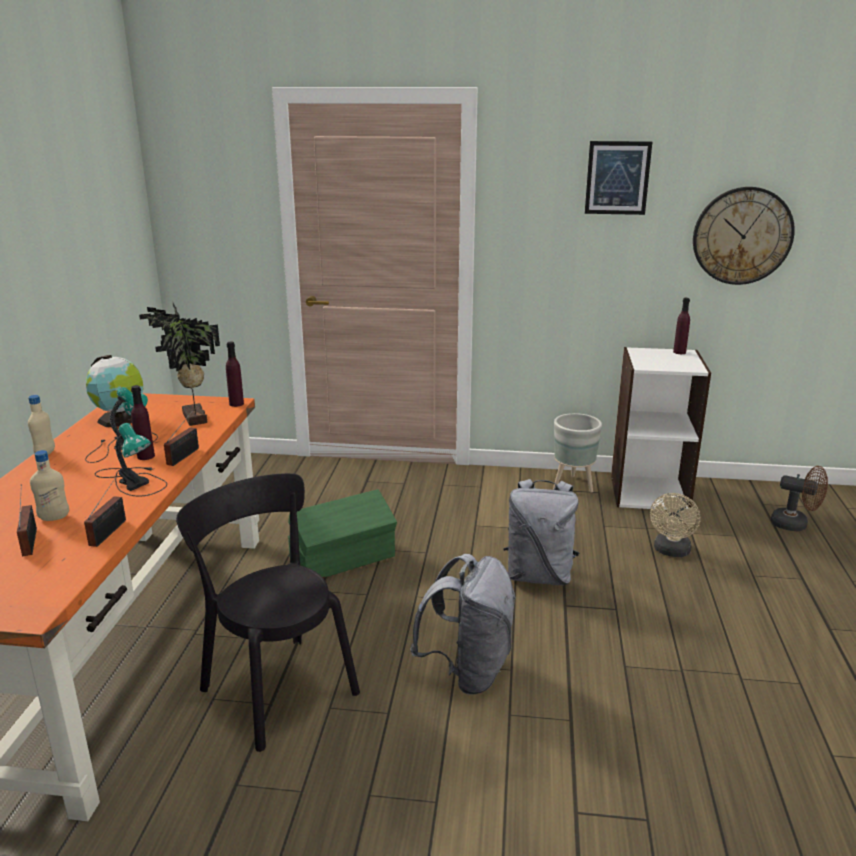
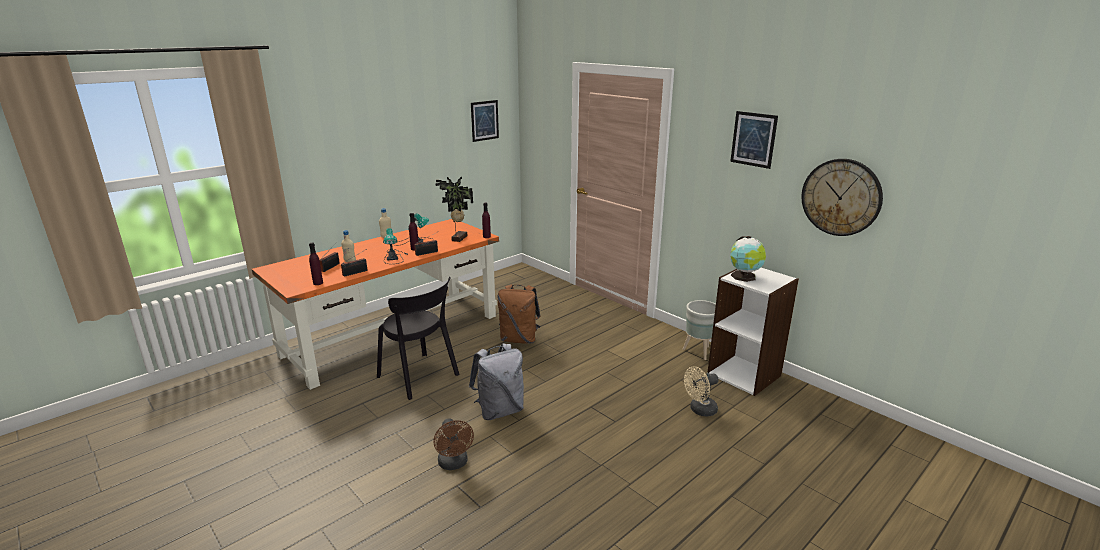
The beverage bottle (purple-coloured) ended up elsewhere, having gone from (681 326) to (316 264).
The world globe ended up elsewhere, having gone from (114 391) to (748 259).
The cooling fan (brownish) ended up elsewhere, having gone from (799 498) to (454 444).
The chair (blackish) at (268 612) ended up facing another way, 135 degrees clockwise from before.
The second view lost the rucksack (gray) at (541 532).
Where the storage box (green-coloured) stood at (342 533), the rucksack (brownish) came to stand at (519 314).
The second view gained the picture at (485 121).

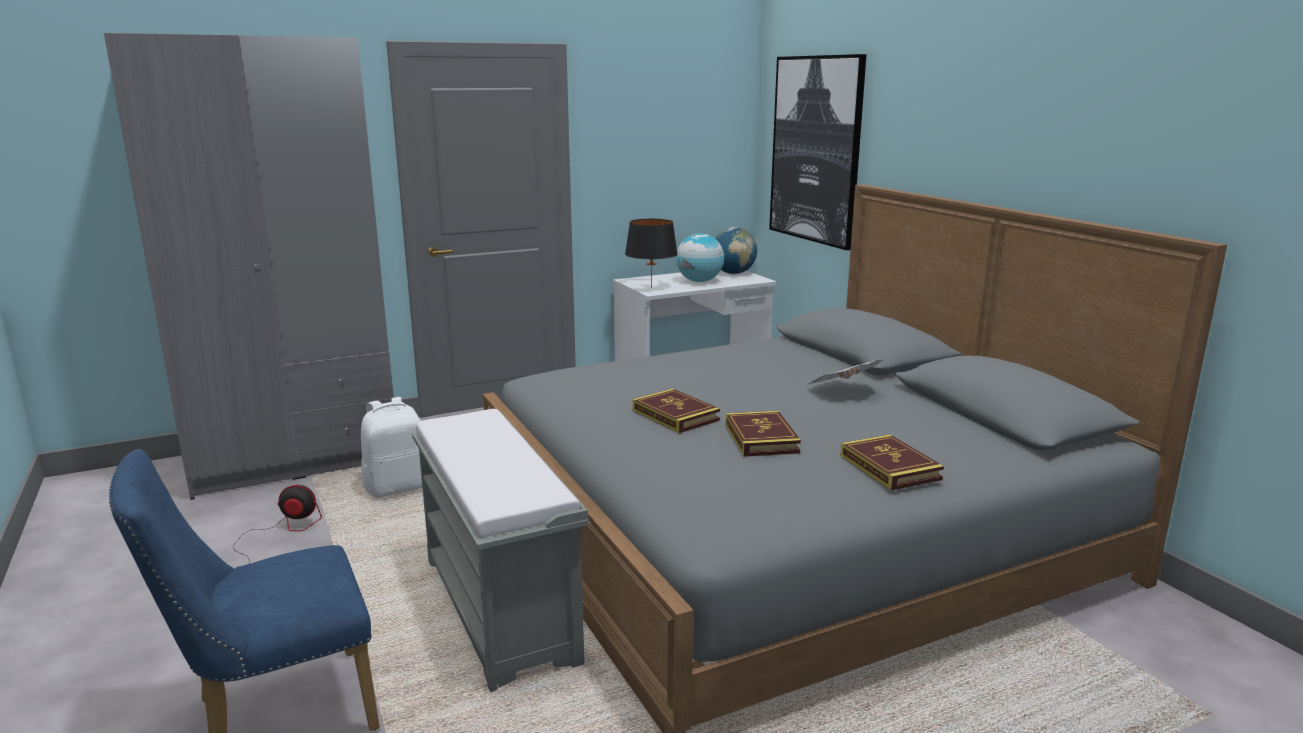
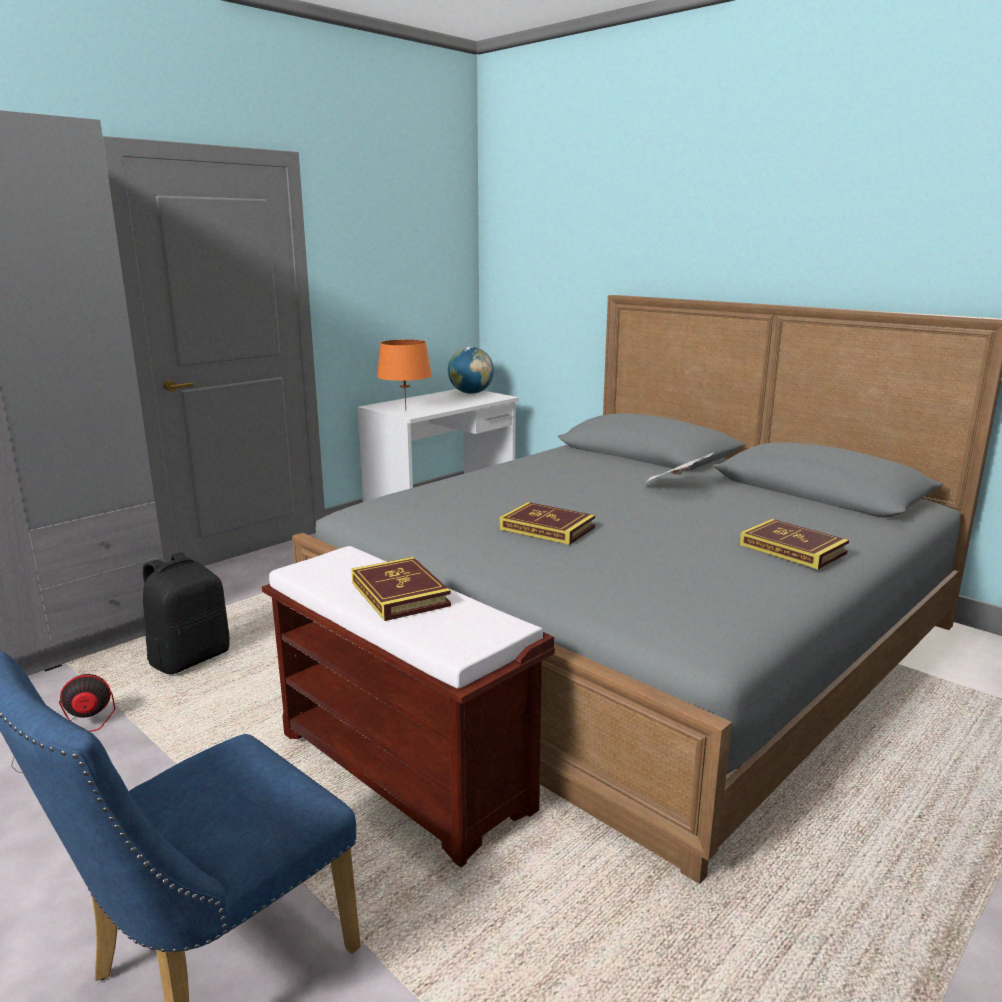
The second view lost the picture at (818 152).
What was the tabletop lamp (blackish) at (651 253) turned into the tabletop lamp (orangey) at (404 376).
The second view lost the world globe at (700 257).
What was the rucksack (white-coloured) at (391 447) turned into the rucksack (blackish) at (186 613).
What was the bench (gray) at (500 550) turned into the bench (brownish) at (408 706).
The bound book ended up elsewhere, having gone from (763 434) to (401 589).

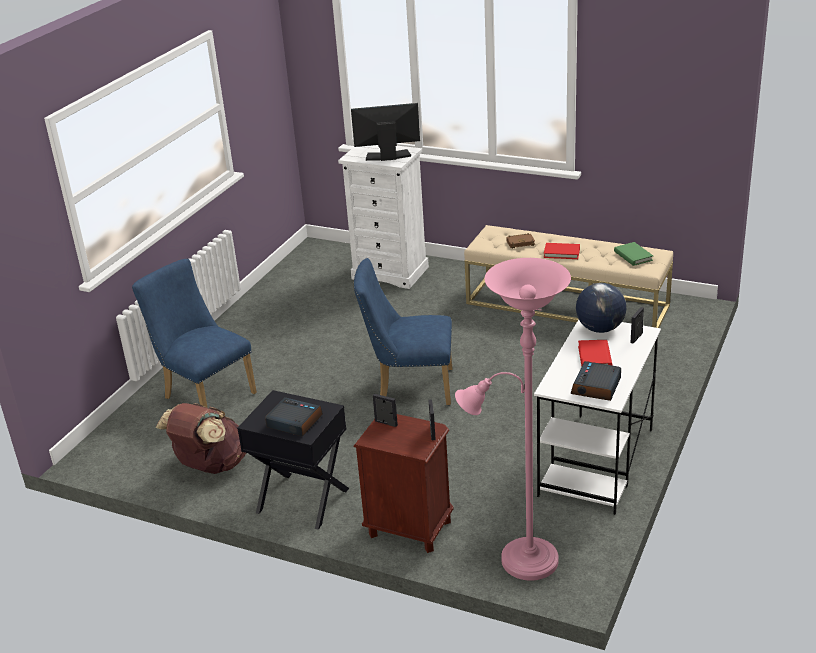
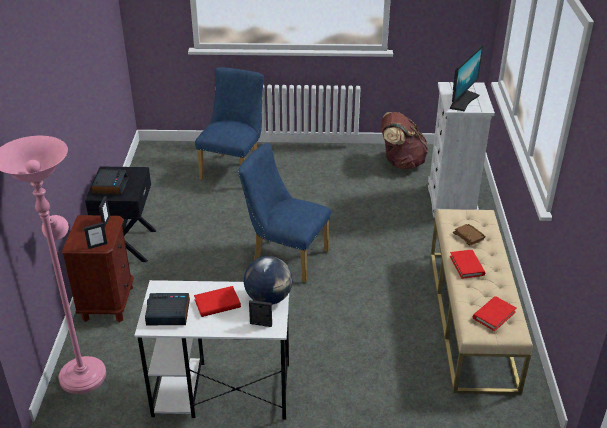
The monitor at (385 132) ended up facing another way, 60 degrees clockwise from before.
What was the bound book (green-coloured) at (633 254) turned into the bound book (red) at (495 313).
The chair (blue-coloured) at (403 331) ended up facing another way, 45 degrees counterclockwise from before.
The rucksack (brownish) ended up elsewhere, having gone from (201 438) to (404 140).

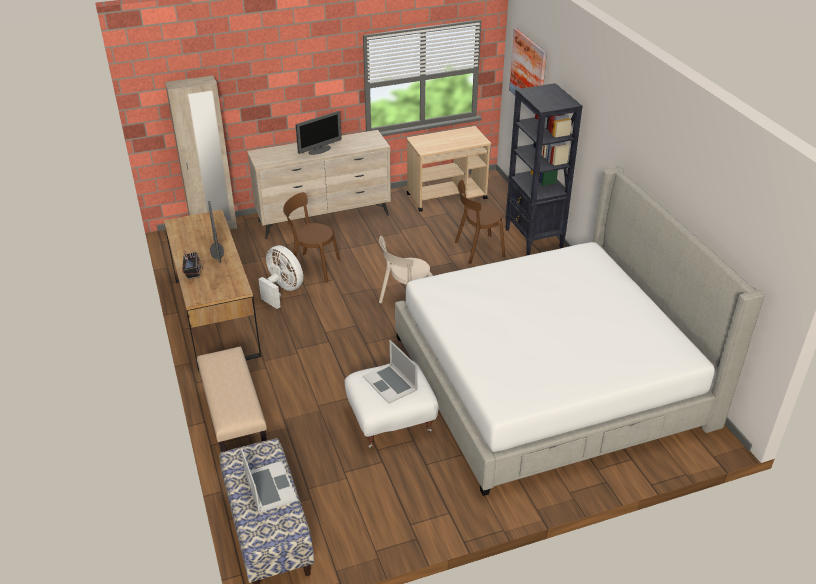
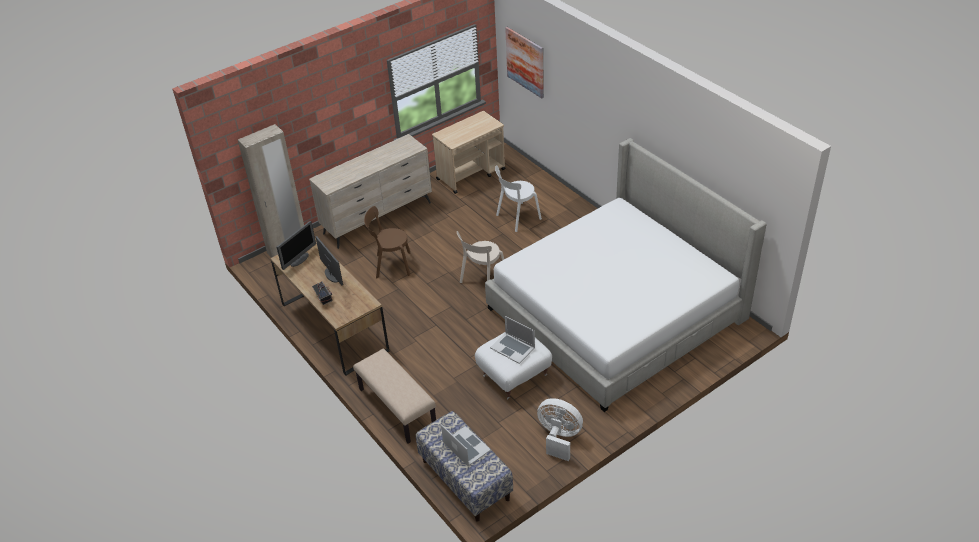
The second view lost the bookshelf (blackish) at (544 169).
The monitor ended up elsewhere, having gone from (319 133) to (296 245).
What was the chair (brownish) at (480 222) turned into the chair (white-coloured) at (518 198).
The cooling fan (white-coloured) ended up elsewhere, having gone from (281 277) to (560 429).

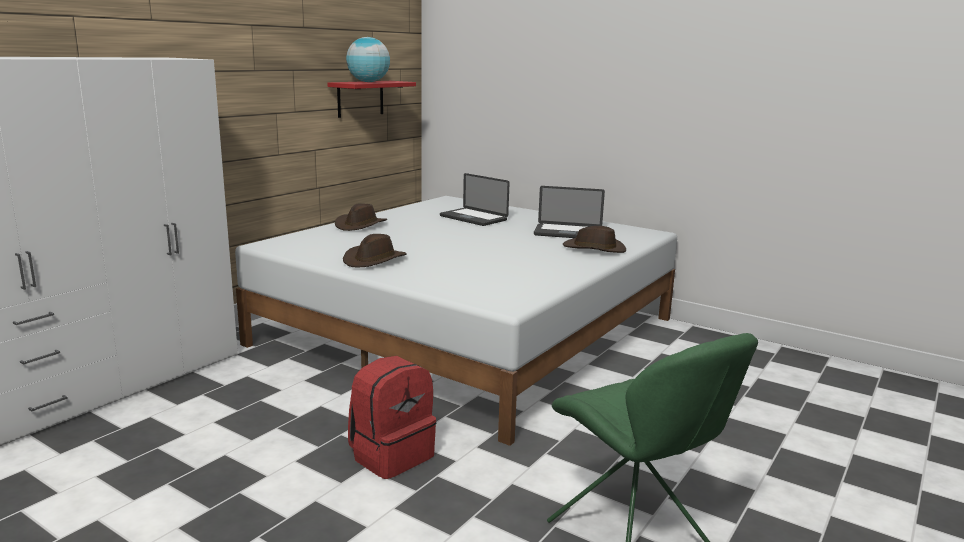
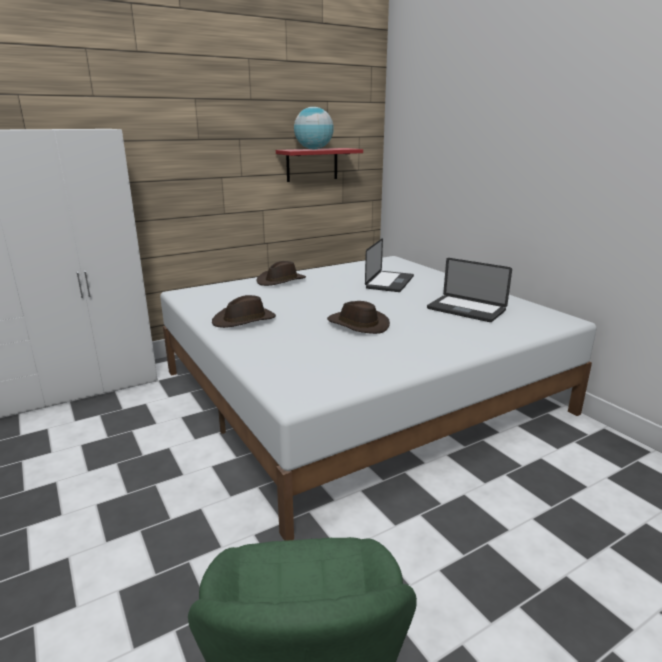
The laptop at (475 199) ended up facing another way, 135 degrees counterclockwise from before.
The hat (brownish) ended up elsewhere, having gone from (594 239) to (358 317).
The second view lost the rucksack (red) at (392 417).

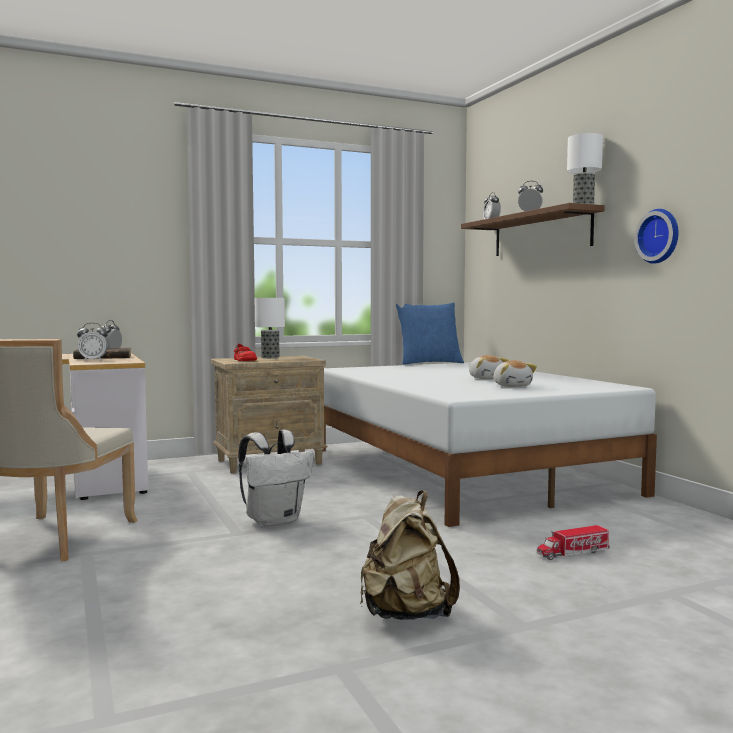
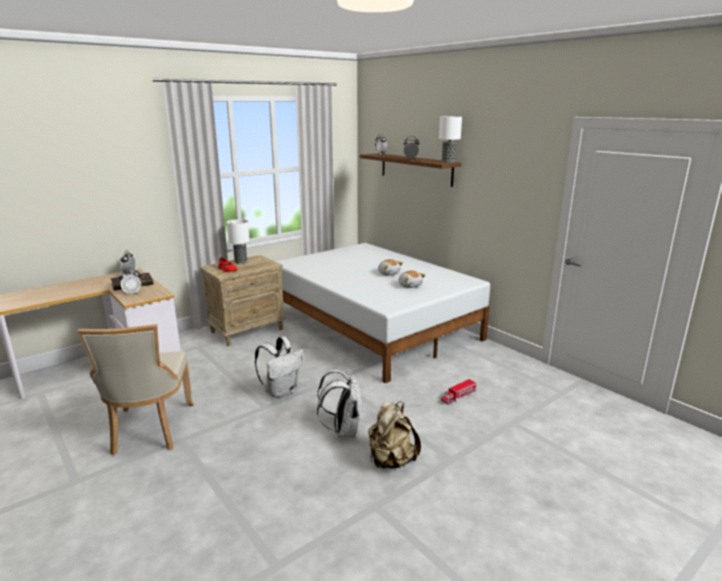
The second view lost the hanging clock at (656 236).
The second view lost the throw pillow (blue-coloured) at (430 333).
The second view gained the rucksack (white-coloured) at (340 403).

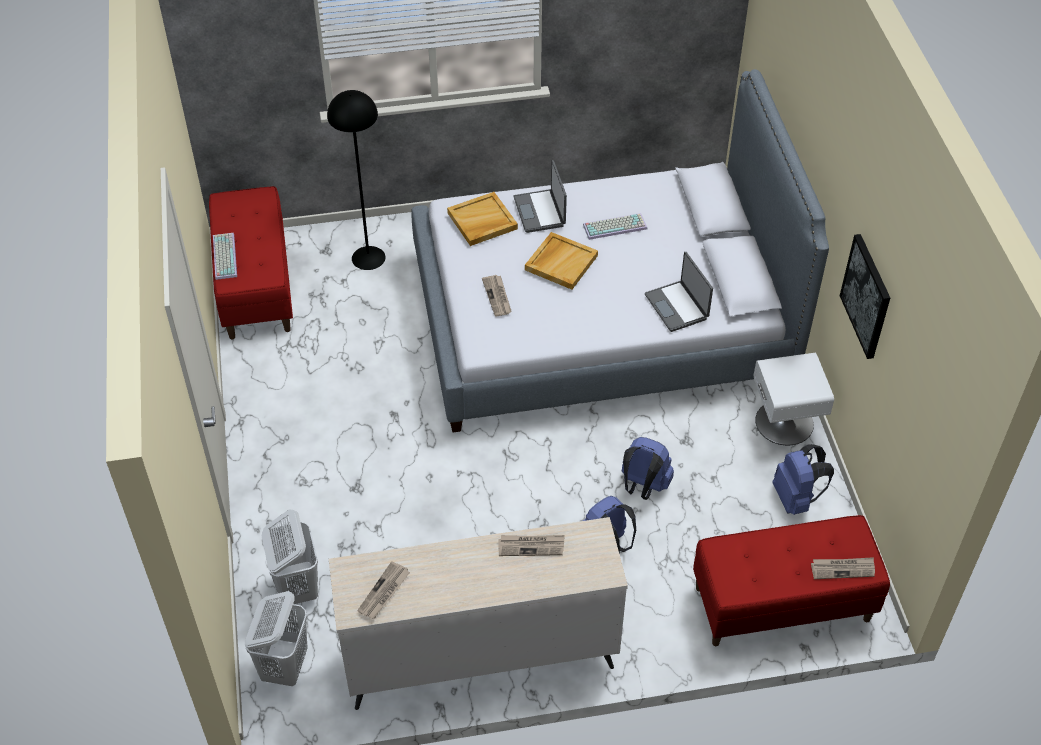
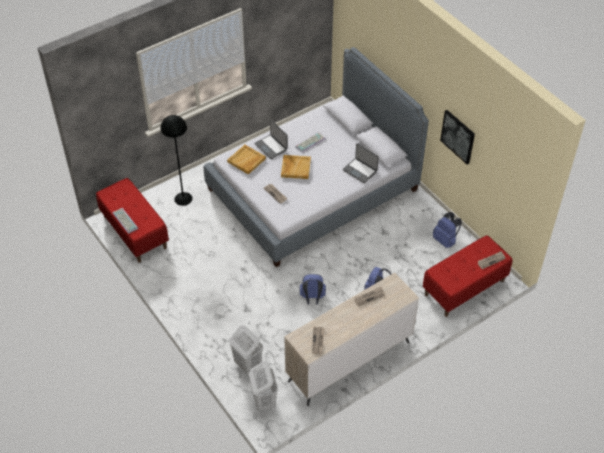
The second view lost the night table (white-coloured) at (794 399).
The rucksack (blue-coloured) ended up elsewhere, having gone from (648 468) to (313 289).

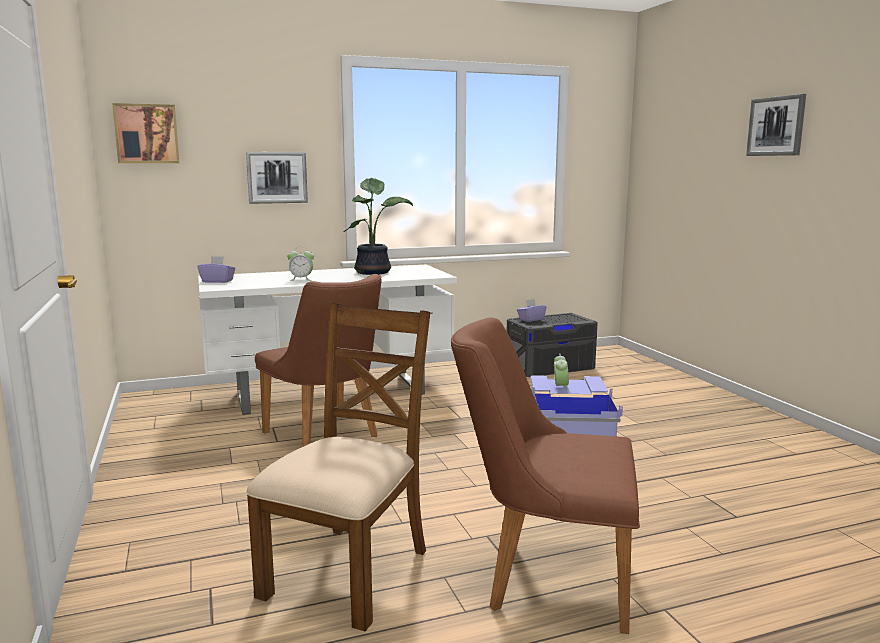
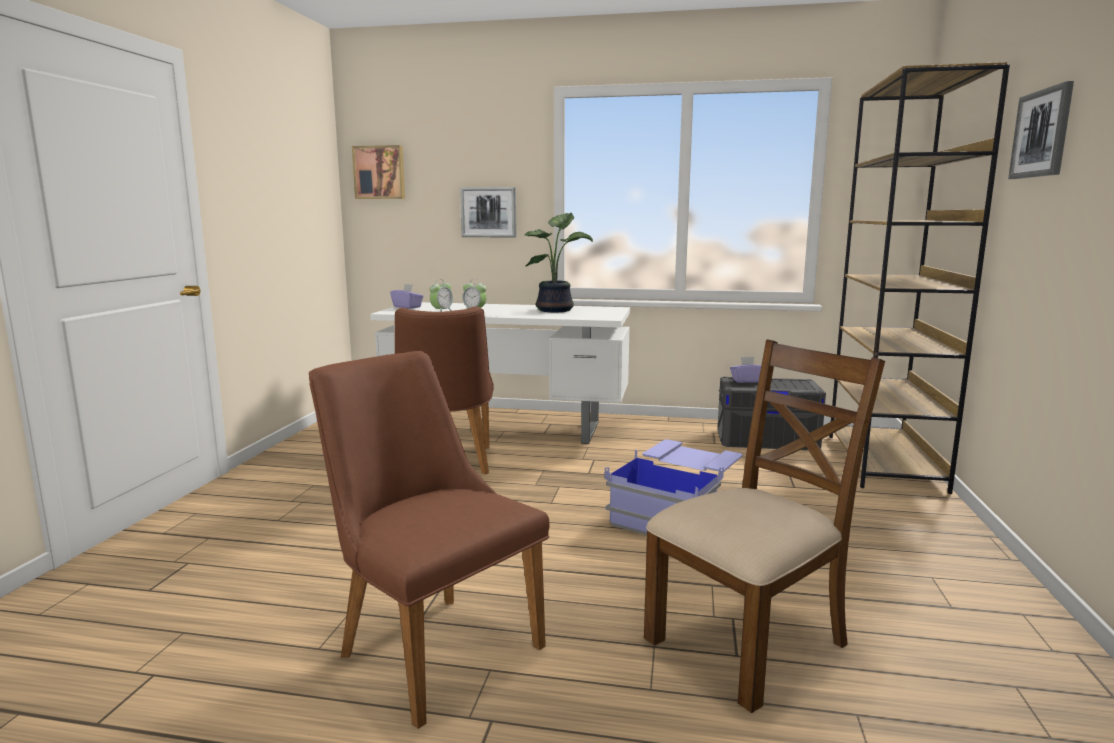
The chair (brownish) ended up elsewhere, having gone from (338 466) to (764 526).
The table clock ended up elsewhere, having gone from (561 372) to (441 295).
The second view gained the bookshelf (brownish) at (919 278).

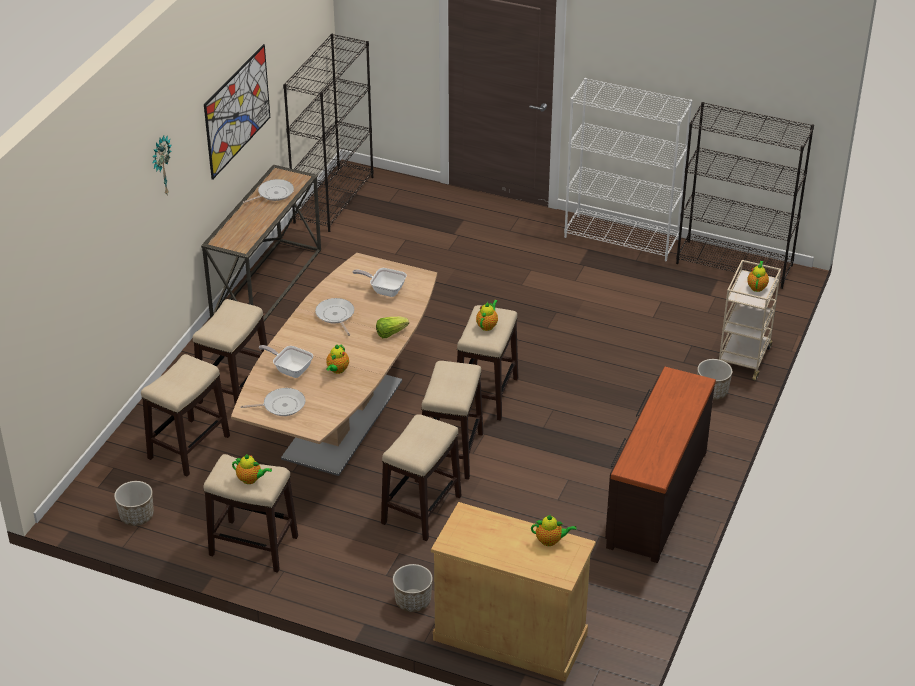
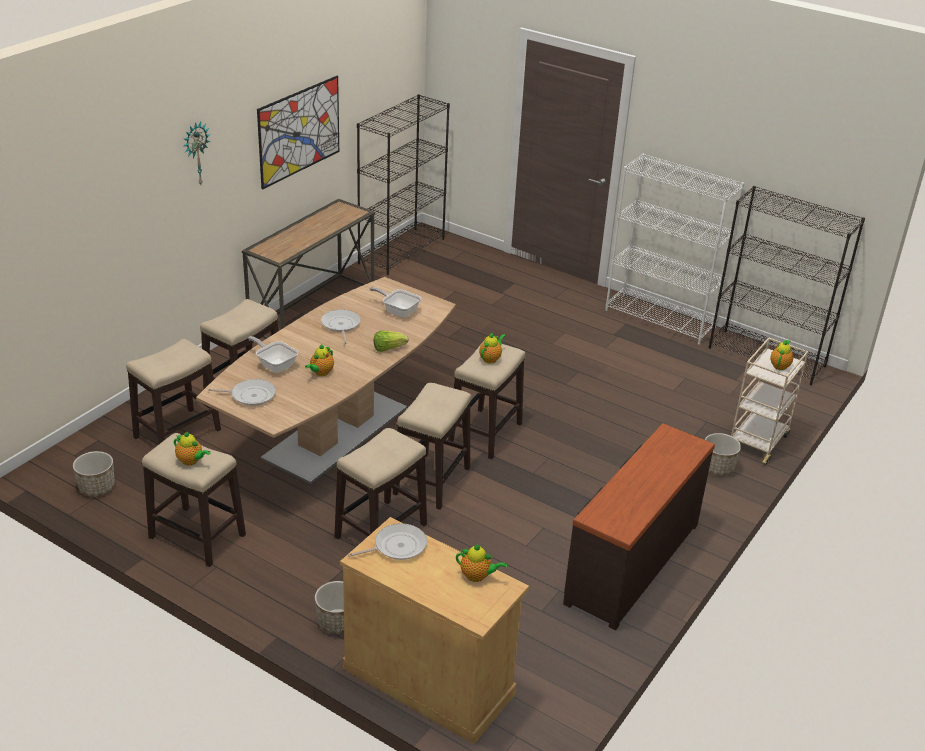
The frying pan ended up elsewhere, having gone from (268 191) to (387 541).

